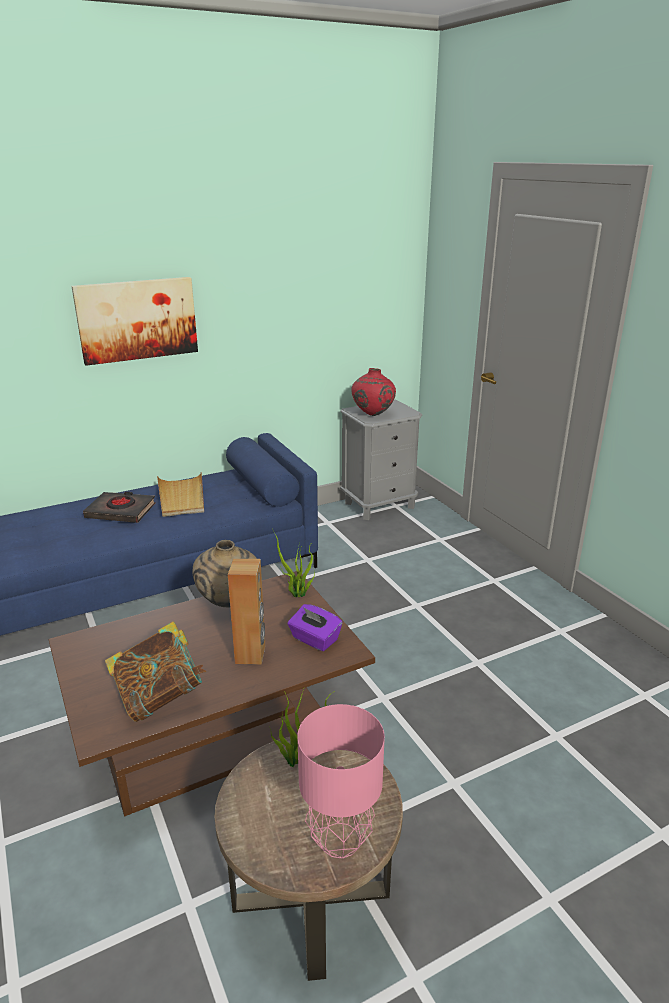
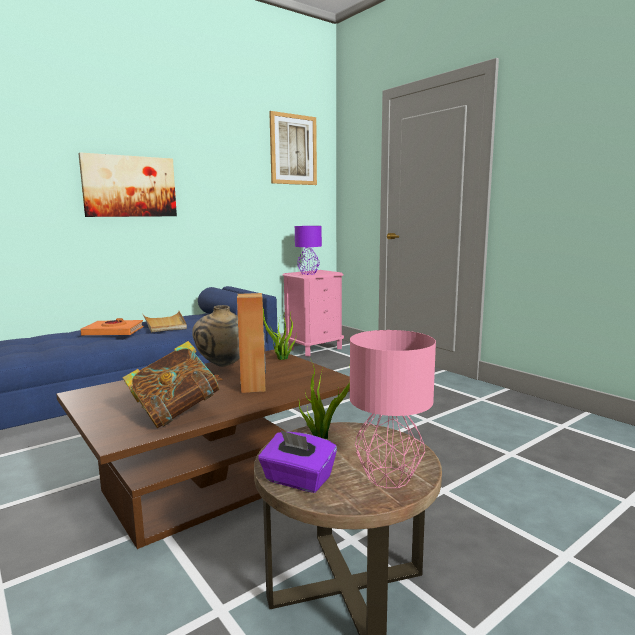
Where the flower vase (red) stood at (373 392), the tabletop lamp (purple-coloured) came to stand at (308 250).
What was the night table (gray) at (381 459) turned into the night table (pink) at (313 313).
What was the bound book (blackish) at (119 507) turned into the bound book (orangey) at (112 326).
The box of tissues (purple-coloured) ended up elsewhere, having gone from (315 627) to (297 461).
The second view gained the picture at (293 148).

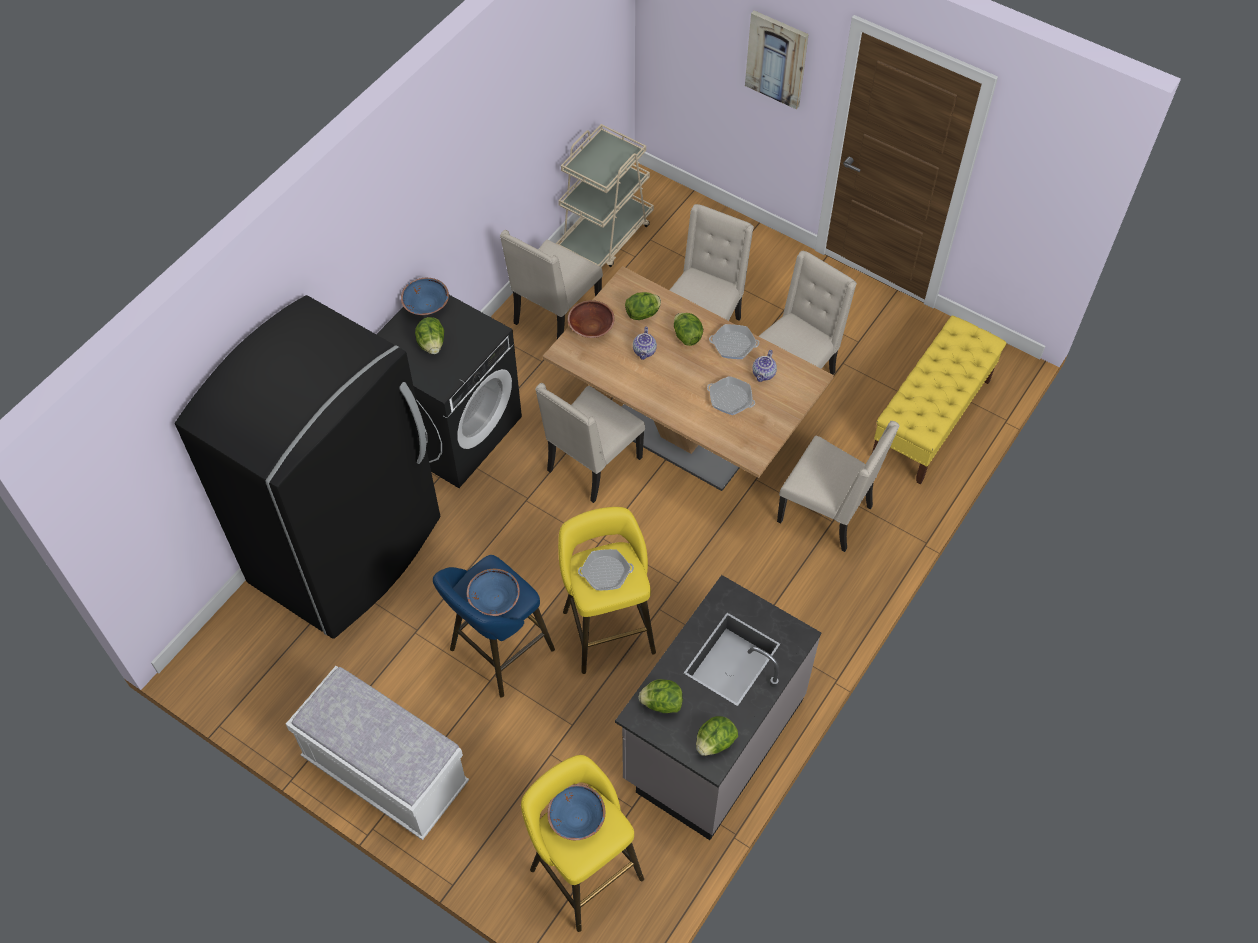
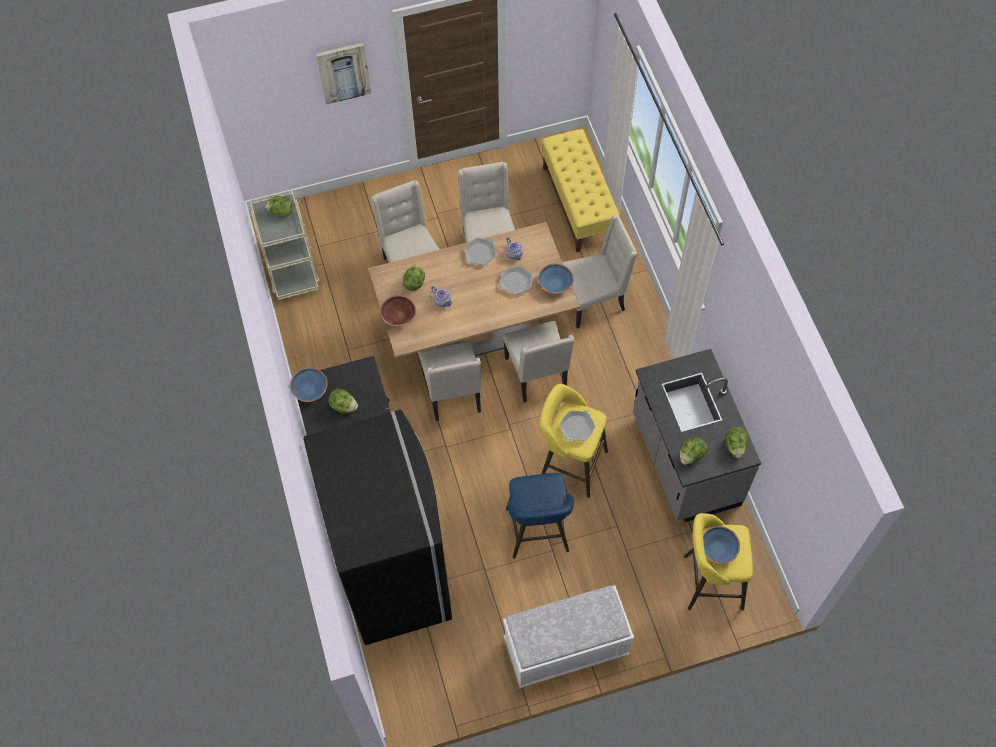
The chair (sand-coloured) ended up elsewhere, having gone from (551 284) to (538 361).
The lettuce ended up elsewhere, having gone from (688 329) to (278 206).
The deep dish (blue-coloured) ended up elsewhere, having gone from (493 592) to (556 279).

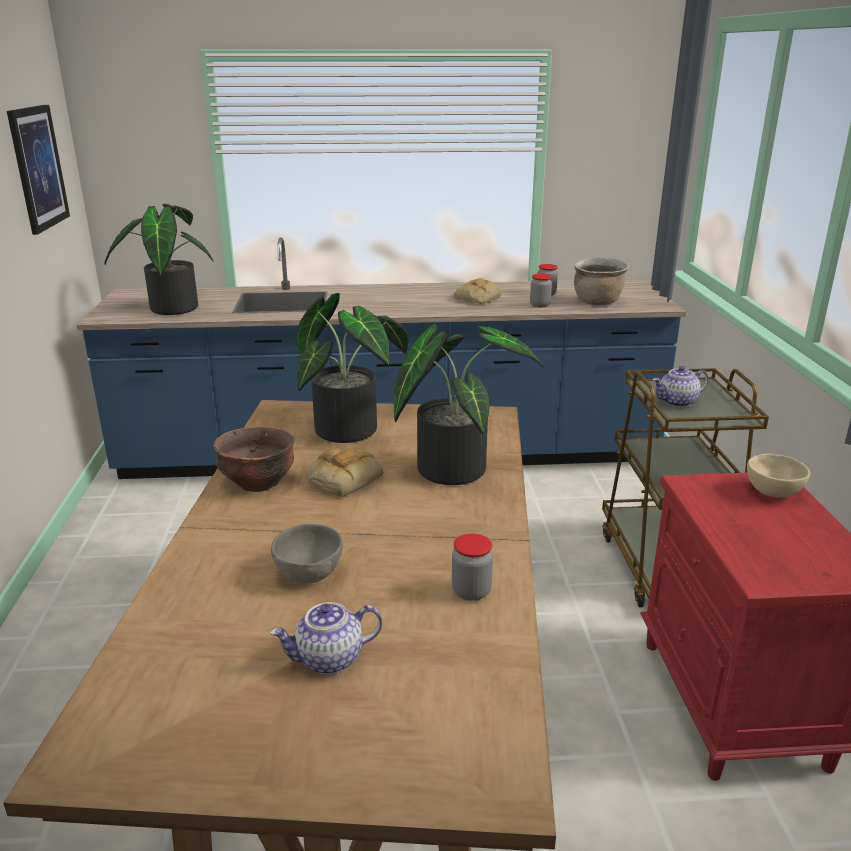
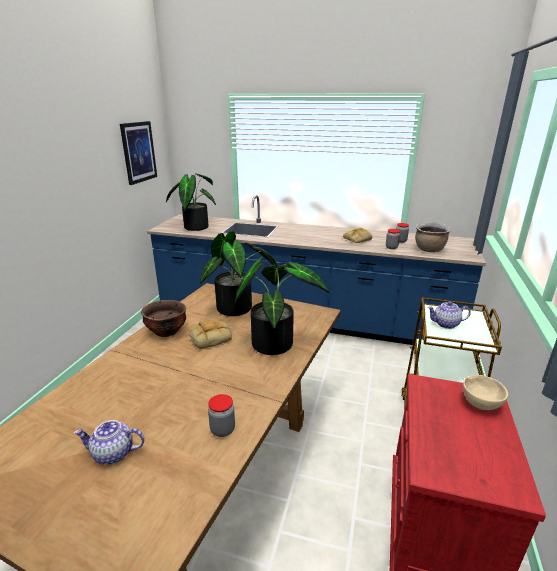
The second view lost the deep dish (gray) at (307 553).

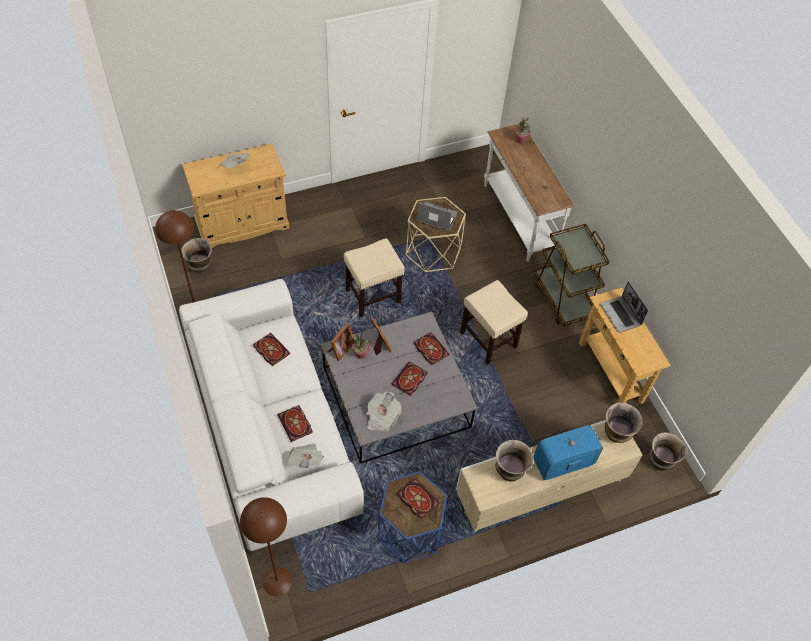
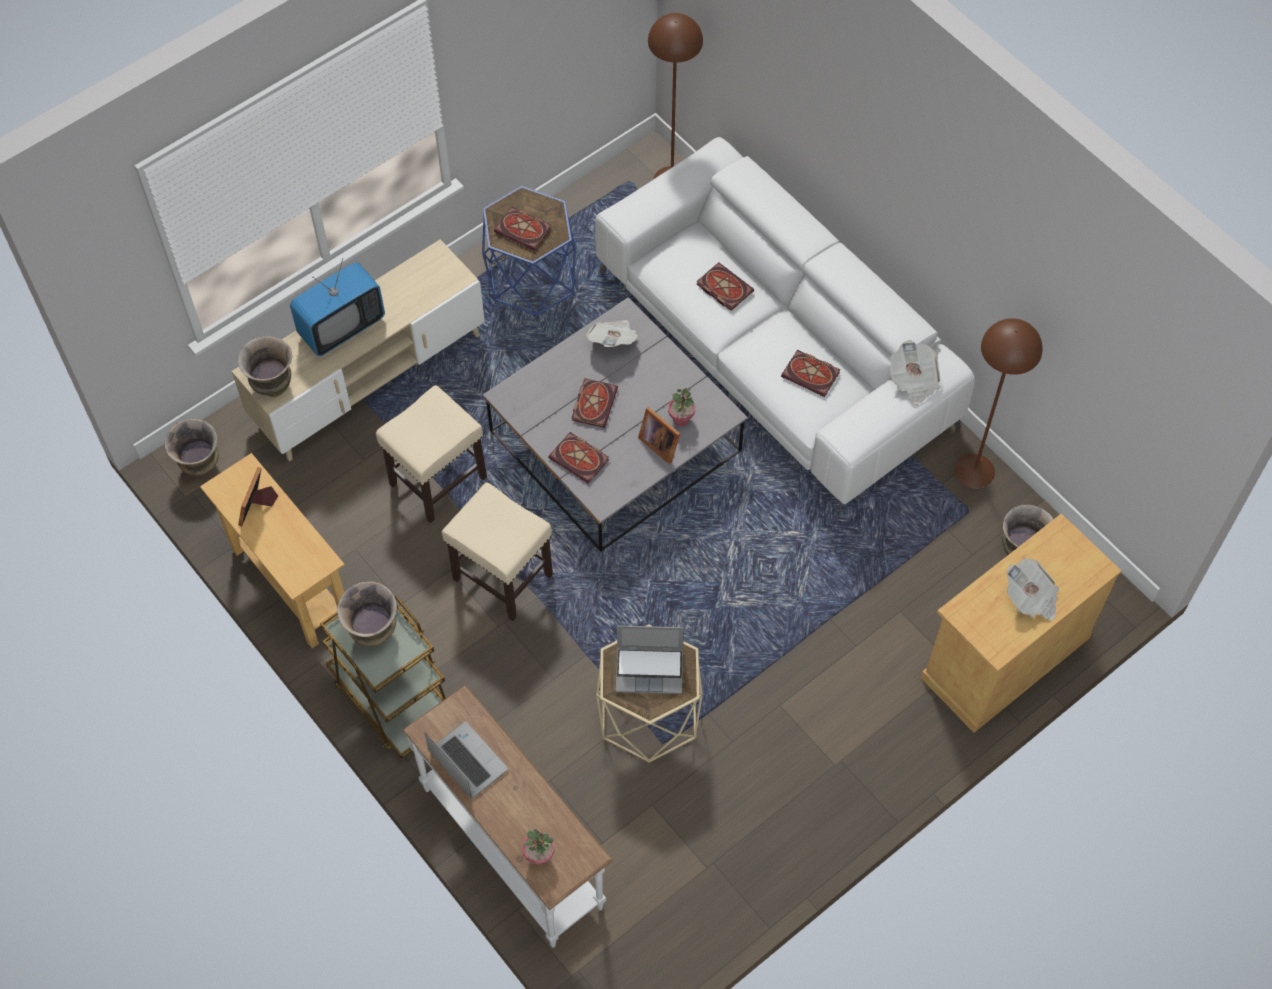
The stool seat (sand-coloured) ended up elsewhere, having gone from (374 277) to (431 454).
The laptop ended up elsewhere, having gone from (624 307) to (466 760).
The photo frame ended up elsewhere, having gone from (341 342) to (258 497).
The flower vase ended up elsewhere, having gone from (514 460) to (367 613).
The daily paper ended up elsewhere, having gone from (305 456) to (915 372).

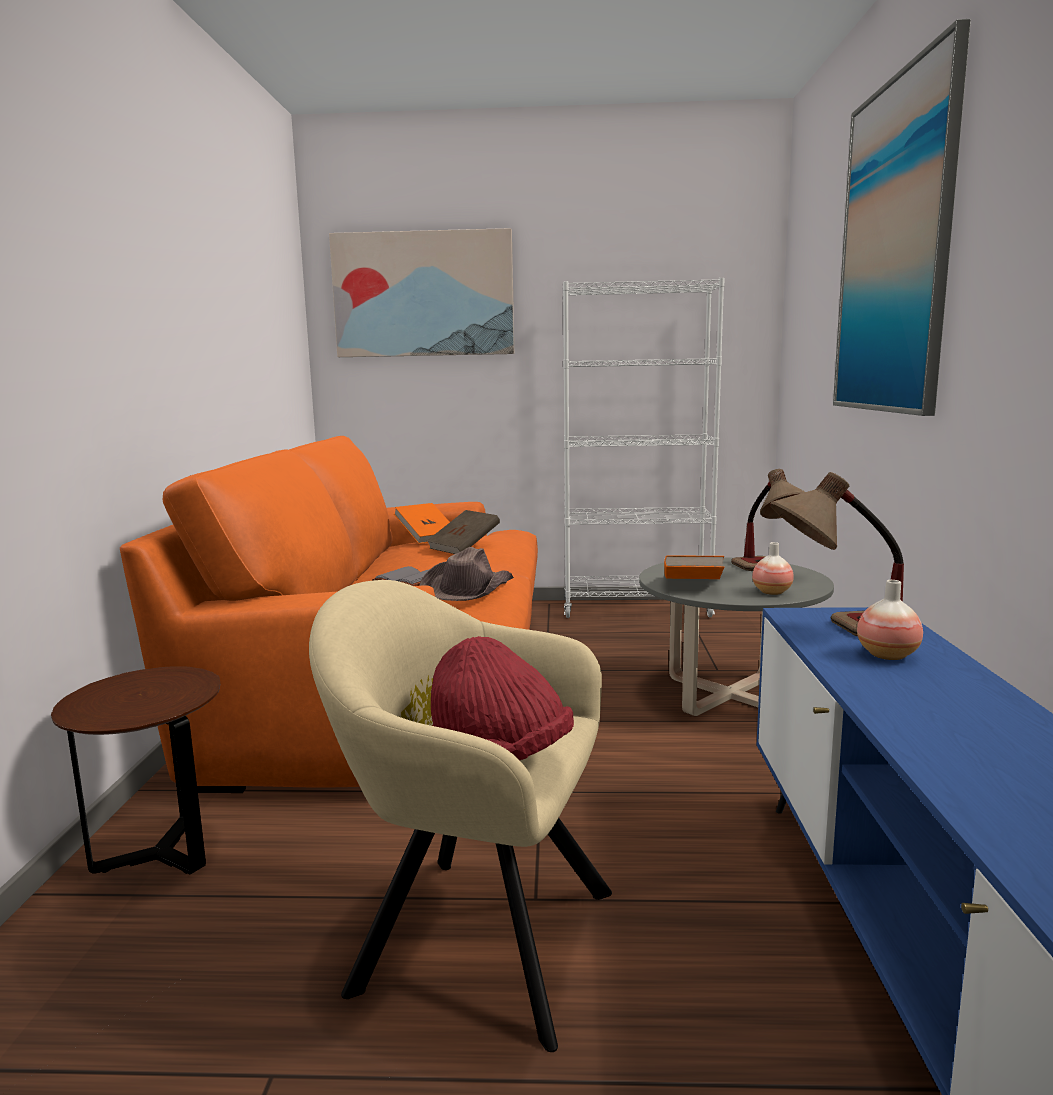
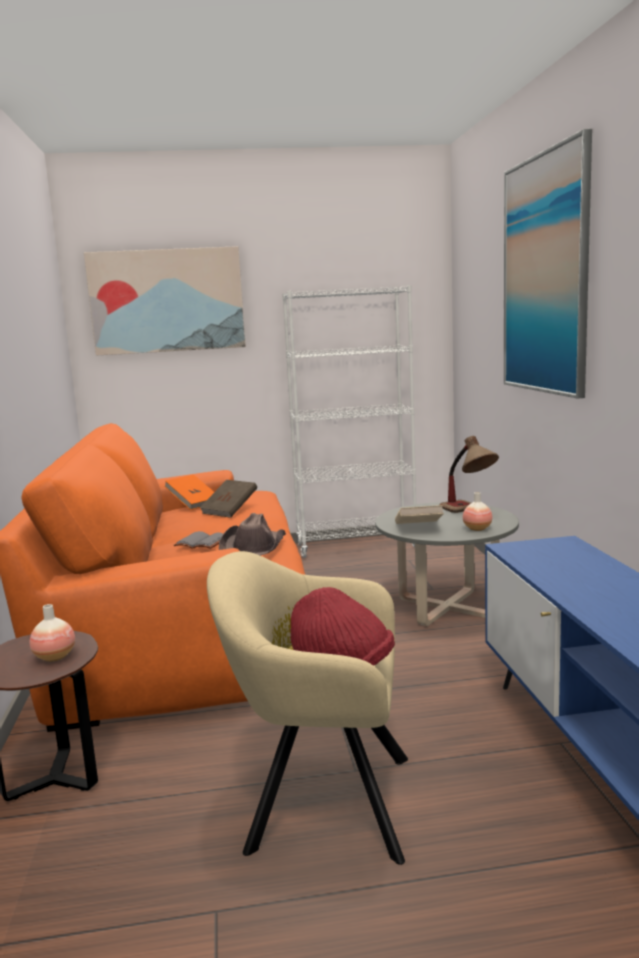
The second view lost the tabletop lamp at (837 554).
What was the bound book (orangey) at (694 567) turned into the bound book (sand-coloured) at (419 514).
The flower vase ended up elsewhere, having gone from (890 620) to (52 633).

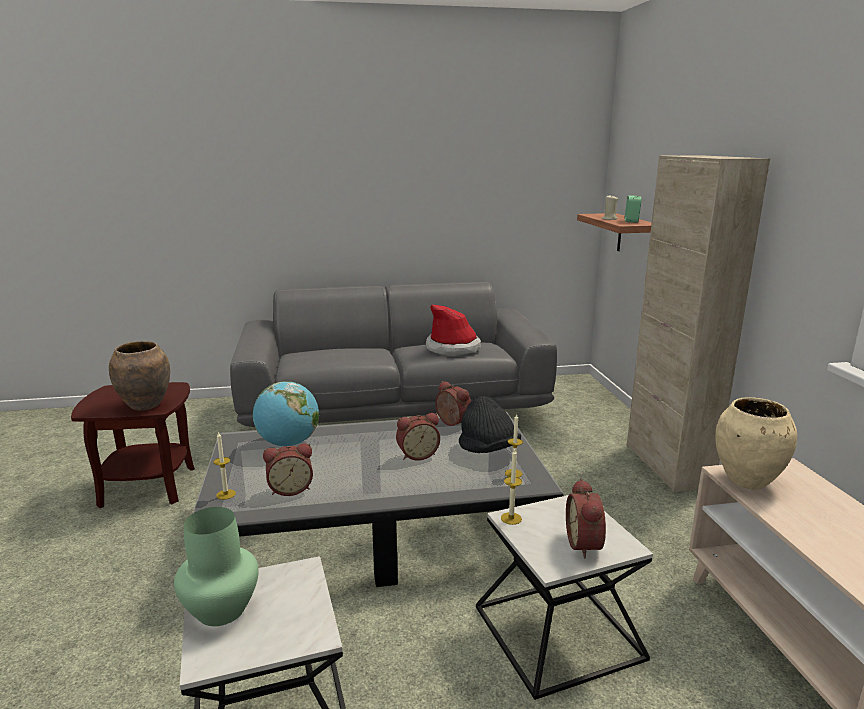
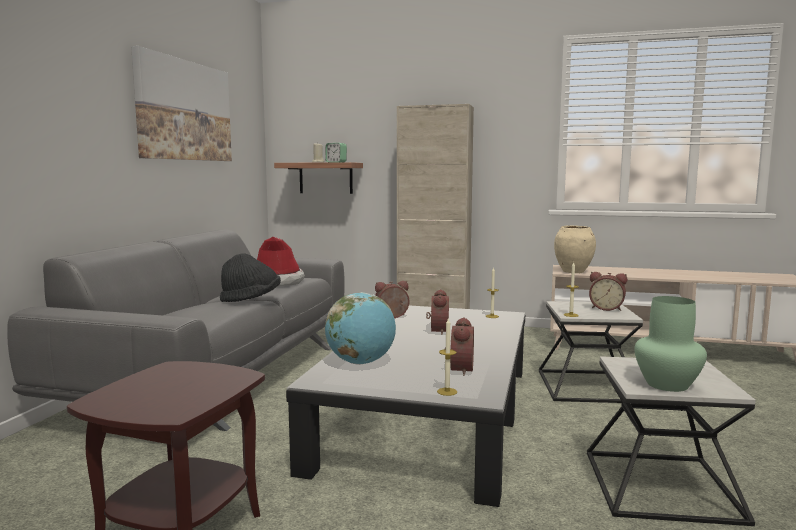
The second view lost the flower vase (brownish) at (139 376).
The hat (blackish) ended up elsewhere, having gone from (490 424) to (250 277).
The second view gained the picture at (181 103).

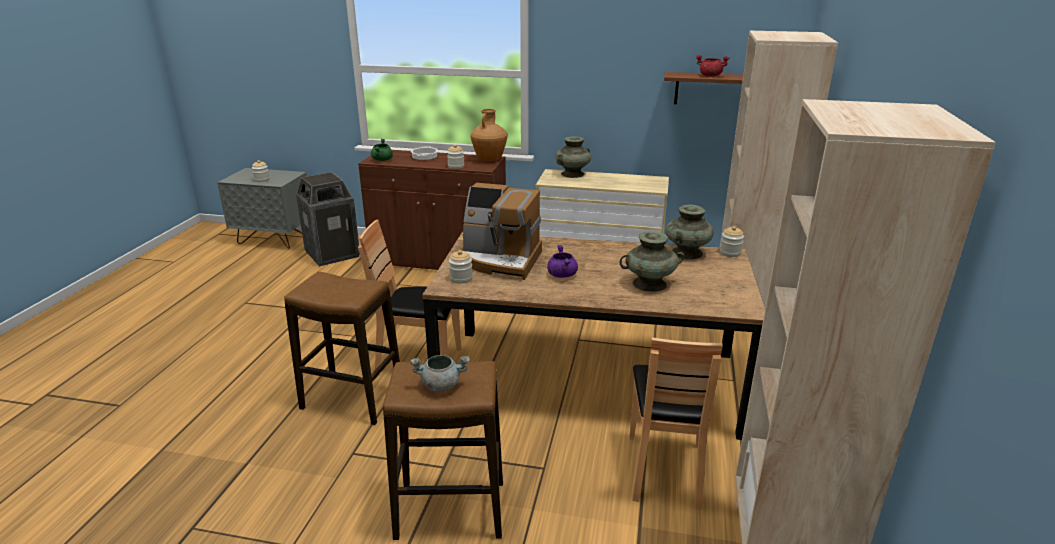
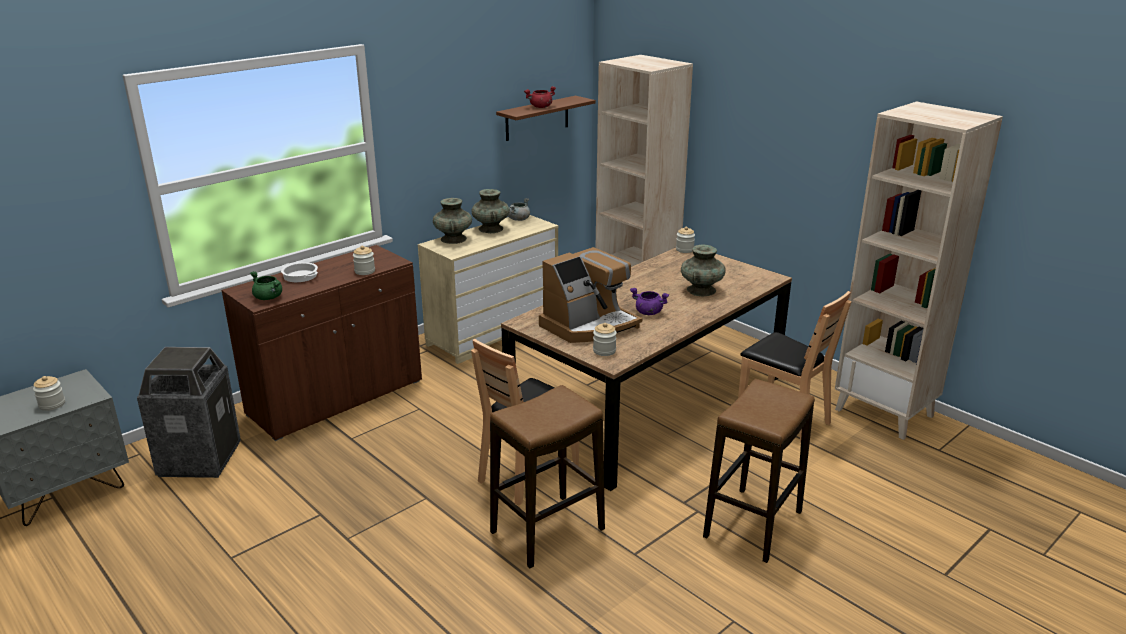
The second view lost the flower vase (brownish) at (489 135).
The flower vase (turquoise-coloured) ended up elsewhere, having gone from (690 232) to (490 211).
The saucepot (gray) ended up elsewhere, having gone from (440 373) to (519 209).

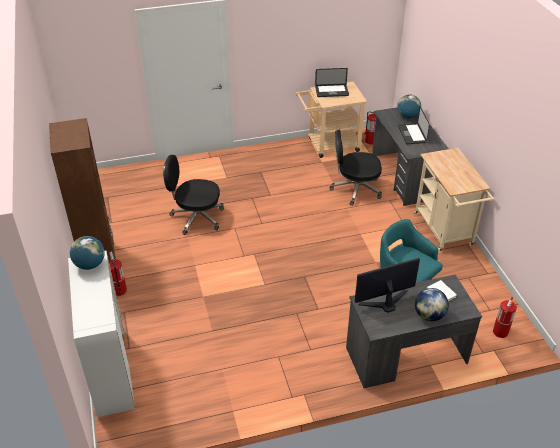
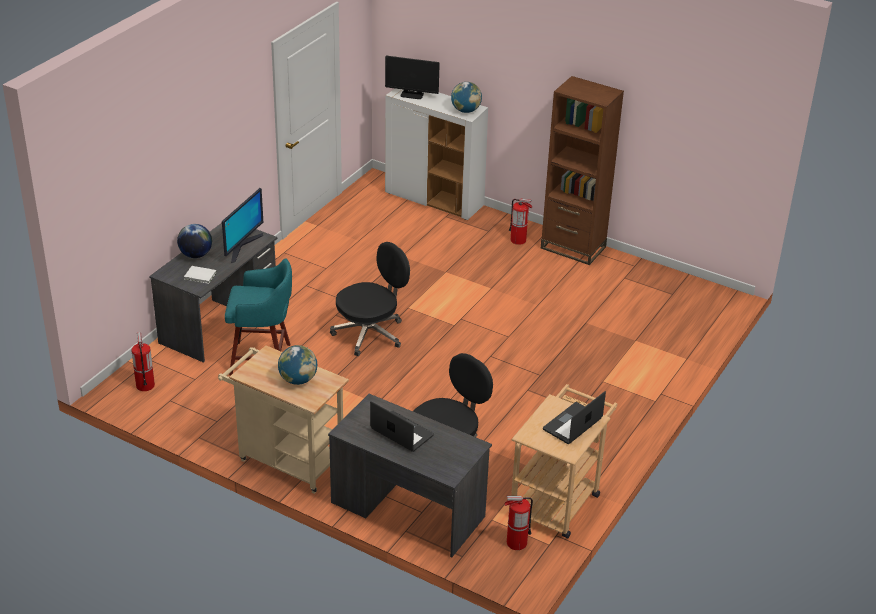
The world globe ended up elsewhere, having gone from (409 106) to (297 365).
The desk chair (blackish) ended up elsewhere, having gone from (193 195) to (370 299).
The second view gained the monitor at (412 77).

